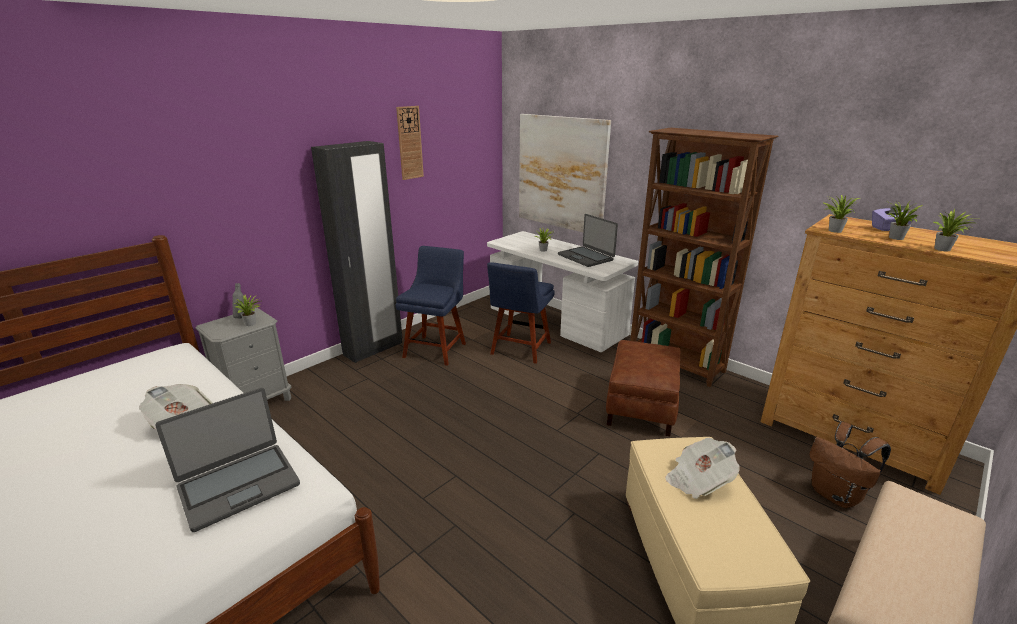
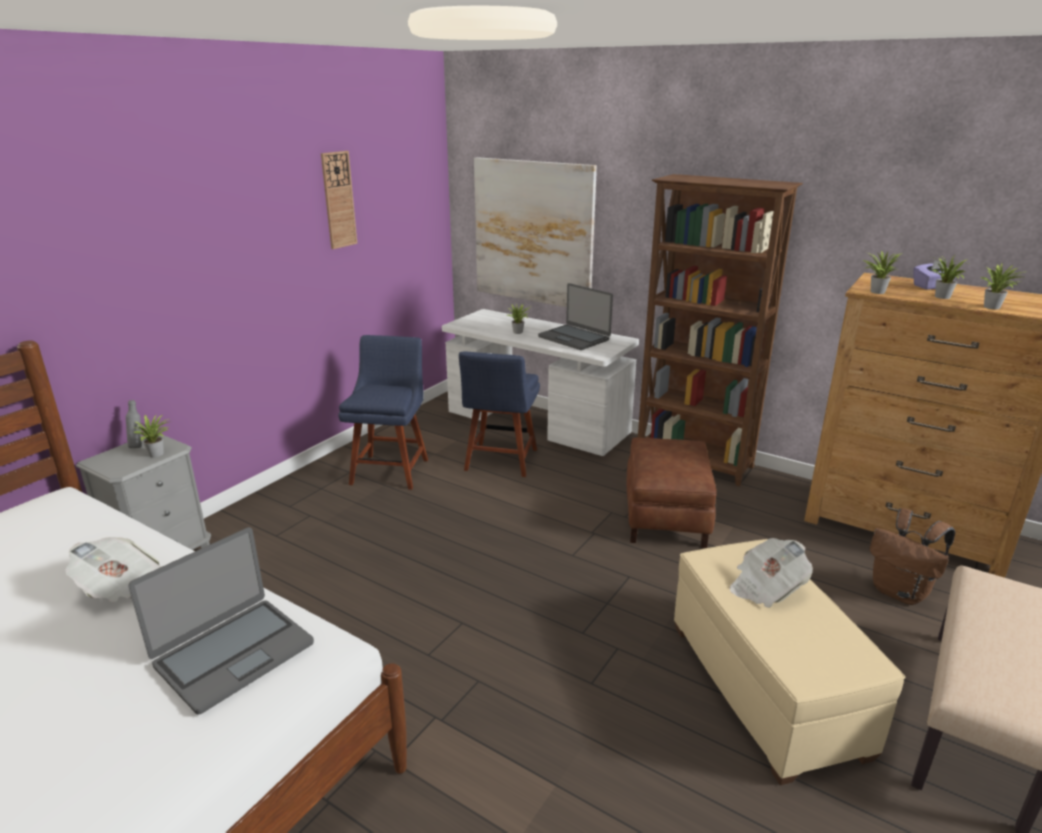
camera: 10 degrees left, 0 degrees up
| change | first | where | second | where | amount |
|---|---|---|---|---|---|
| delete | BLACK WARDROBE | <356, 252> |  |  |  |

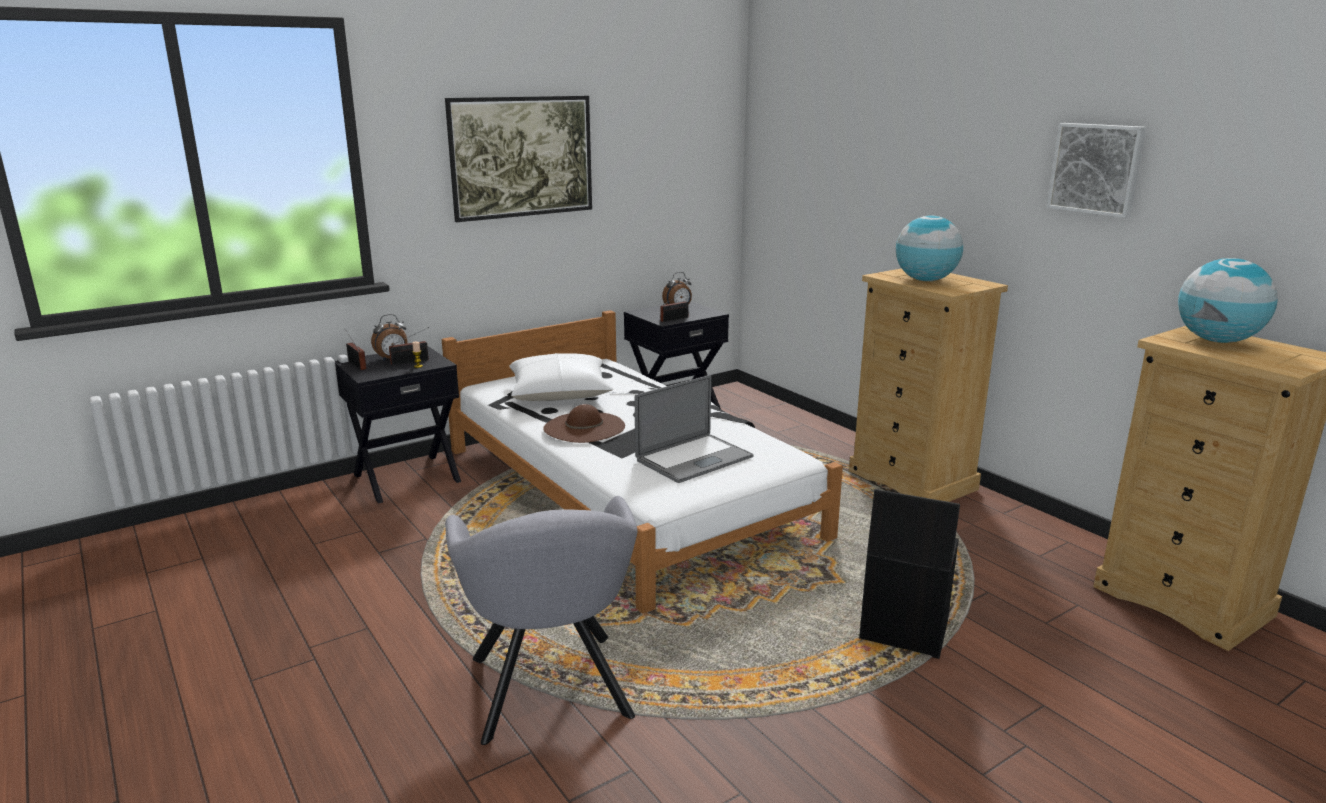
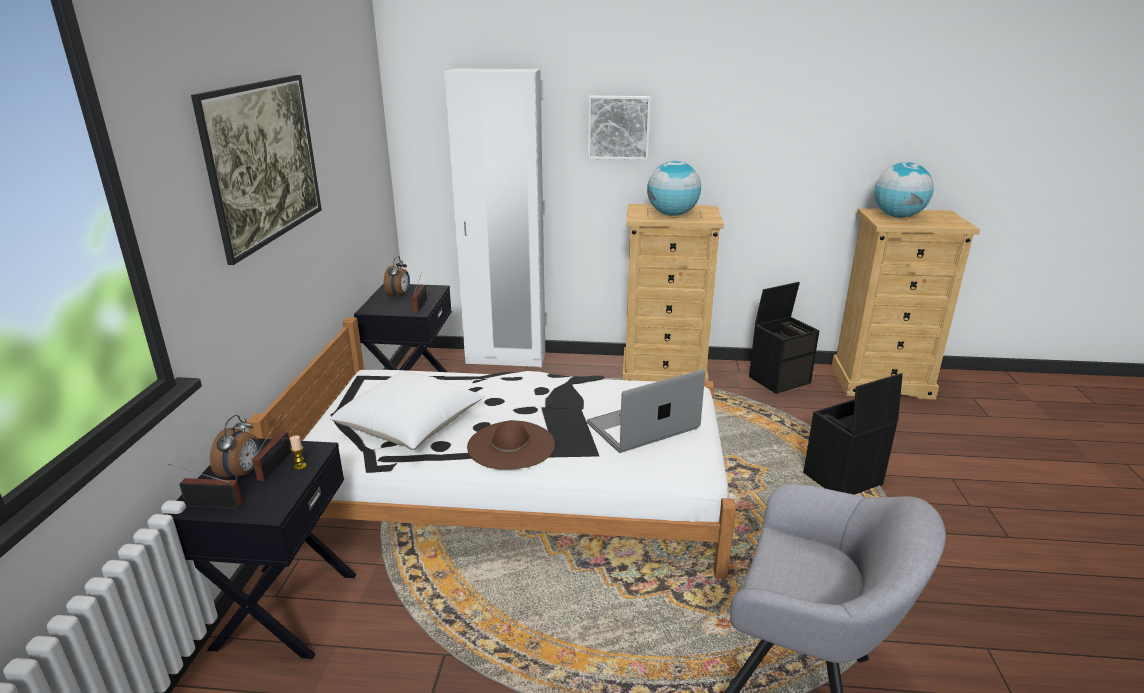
camera: 50 degrees left, 5 degrees up
| change | first | where | second | where | amount |
|---|---|---|---|---|---|
| move | PICTURE | <1097, 170> |  | <619, 128> |  |
| rotate | LAPTOP | <694, 429> |  | <646, 411> | 120 degrees counterclockwise |
| insert |  |  | WHITE WARDROBE | <494, 218> |  |
| insert |  |  | BLACK STORAGE BOX | <784, 338> |  |

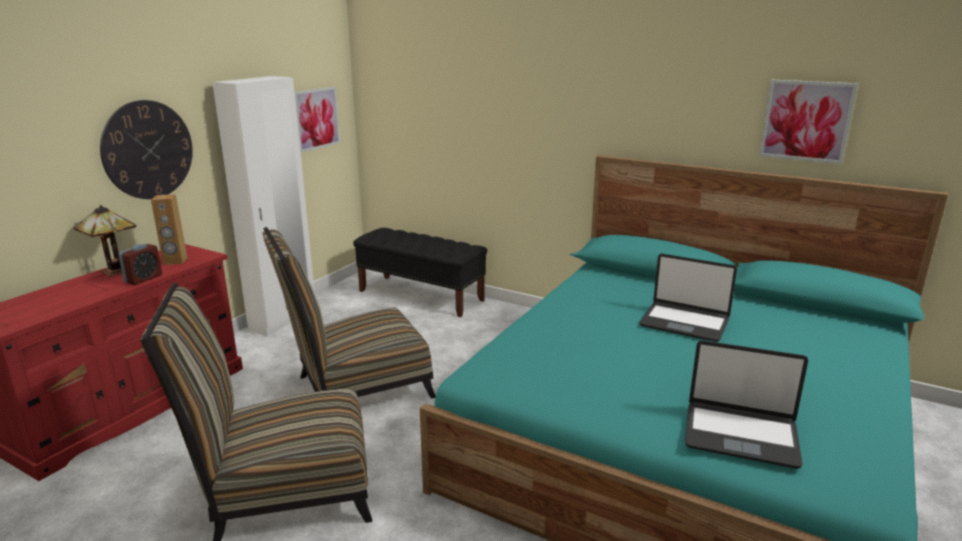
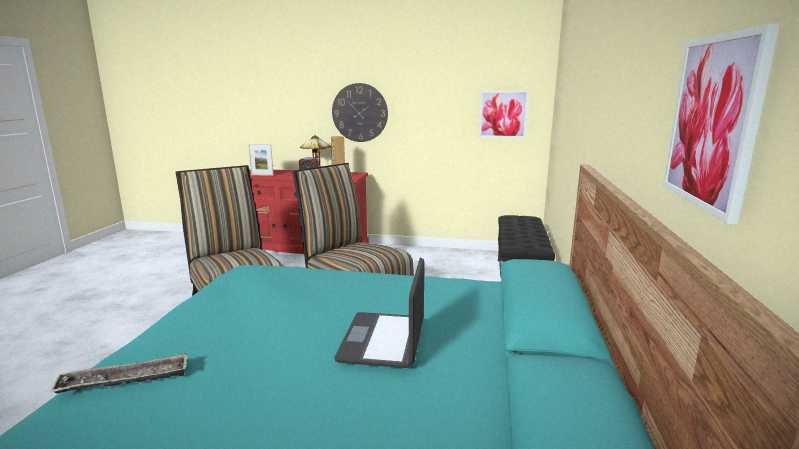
camera: 70 degrees right, 5 degrees down
| change | first | where | second | where | amount |
|---|---|---|---|---|---|
| delete | WHITE WARDROBE | <263, 206> |  |  |  |
| replace | LAPTOP | <746, 404> | TRAY | <118, 373> |  |
| insert |  |  | PICTURE FRAME | <260, 159> |  |

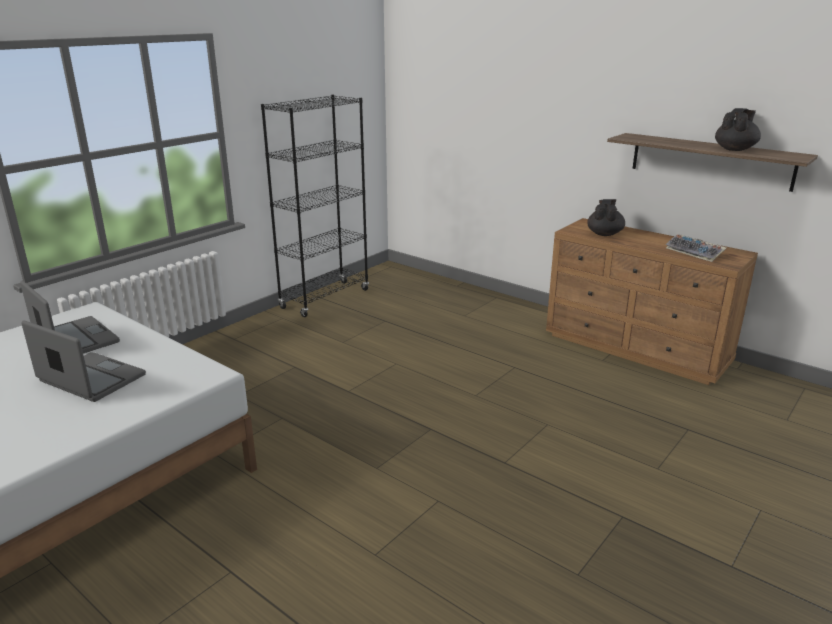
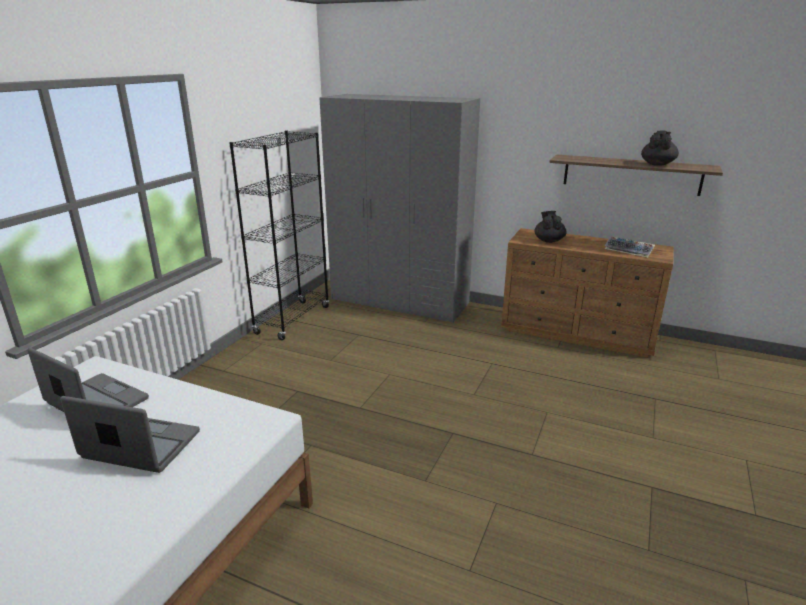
camera: 15 degrees left, 0 degrees up
| change | first | where | second | where | amount |
|---|---|---|---|---|---|
| insert |  |  | GREY WARDROBE | <399, 208> |  |

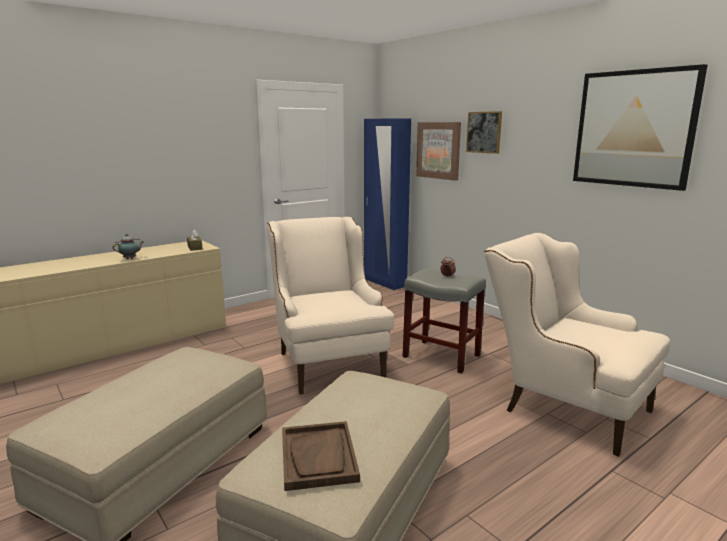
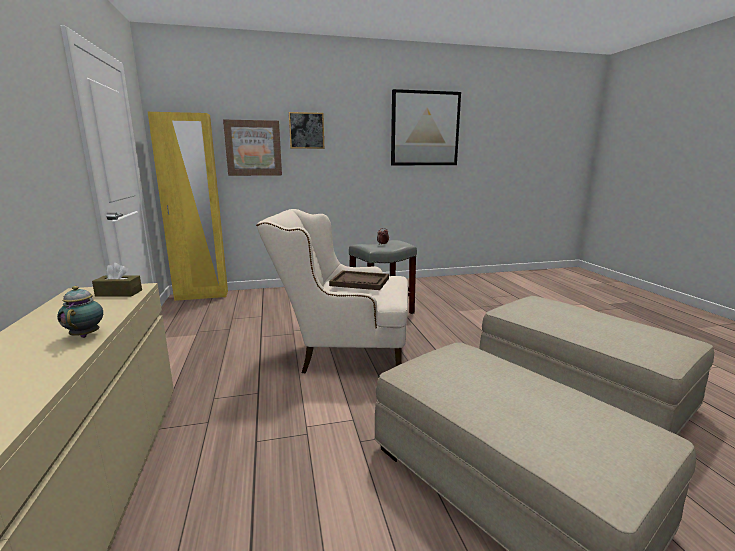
camera: 65 degrees left, 0 degrees up
| change | first | where | second | where | amount |
|---|---|---|---|---|---|
| recolor | BLUE WARDROBE | <387, 204> | YELLOW WARDROBE | <188, 206> |  |
| delete | BEIGE ARMCHAIR | <577, 345> |  |  |  |
| move | BROWN TRAY | <321, 456> |  | <359, 280> |  |

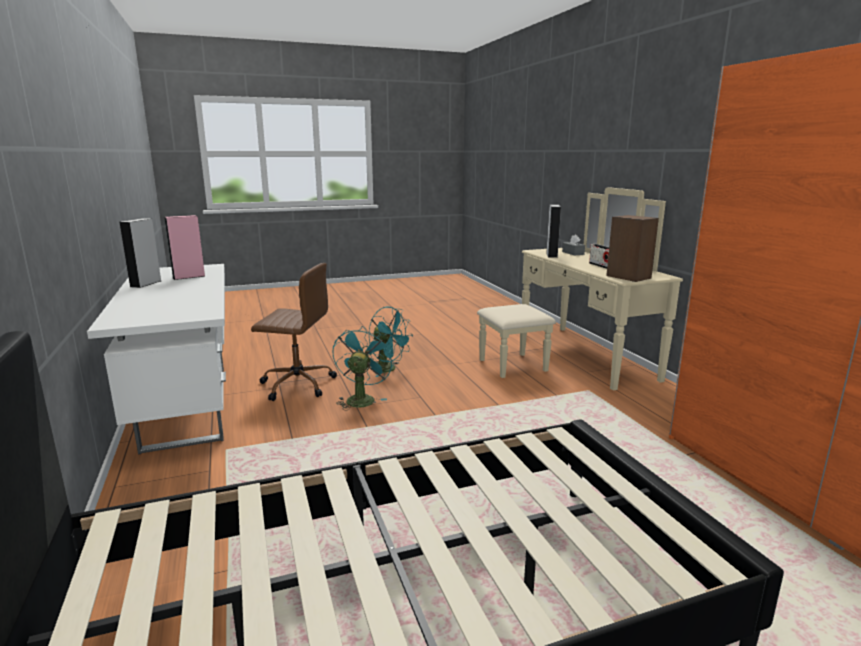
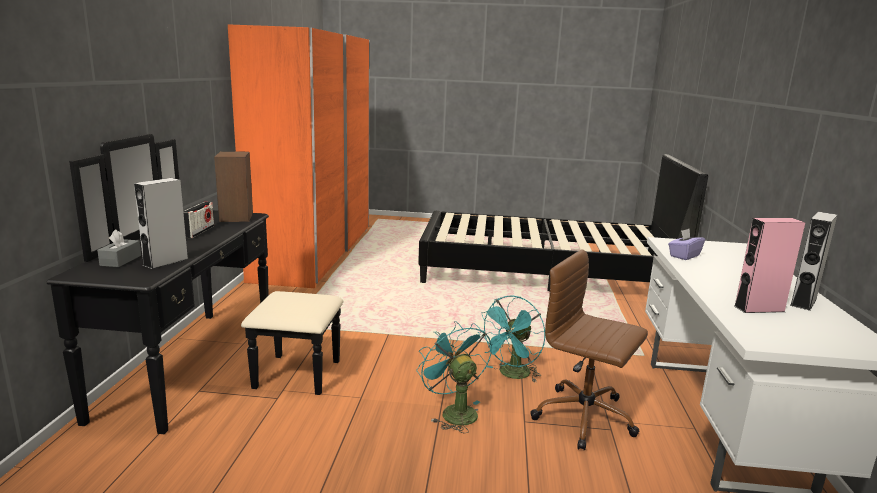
camera: 155 degrees left, 0 degrees up
| change | first | where | second | where | amount |
|---|---|---|---|---|---|
| recolor | BEIGE DRESSER | <580, 289> | BLACK DRESSER | <195, 284> |  |
| insert |  |  | PURPLE TISSUE BOX | <686, 244> |  |

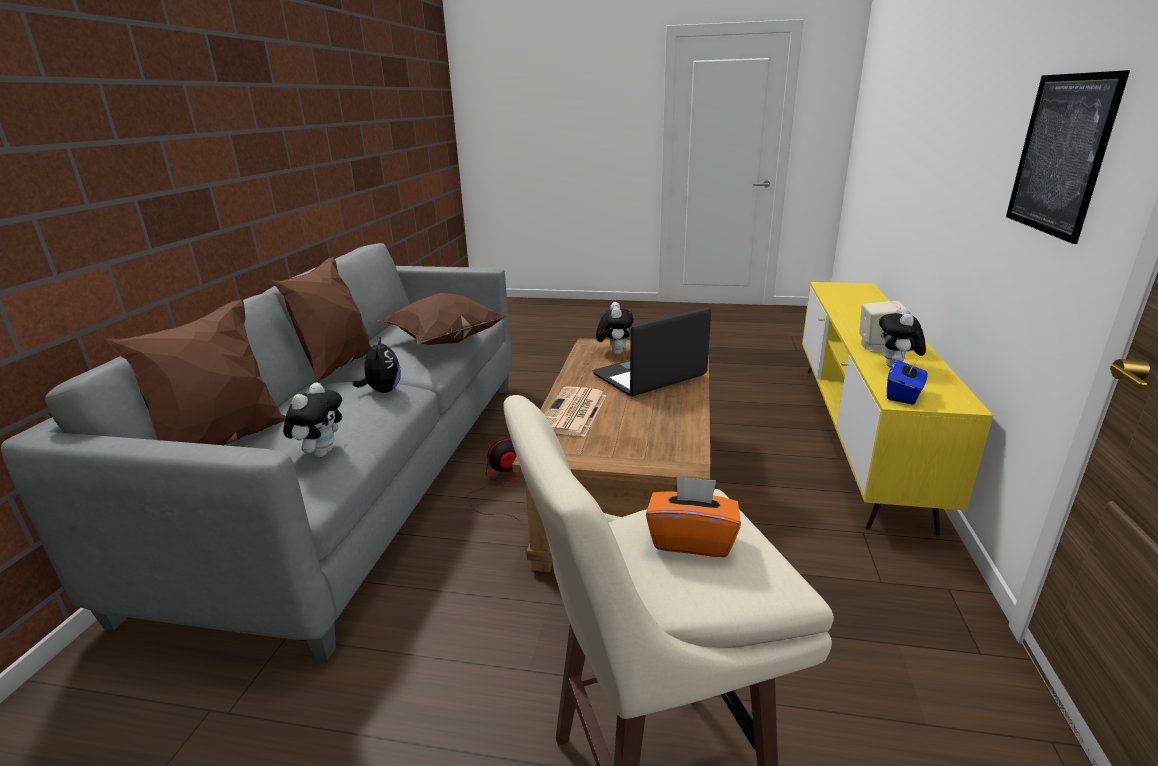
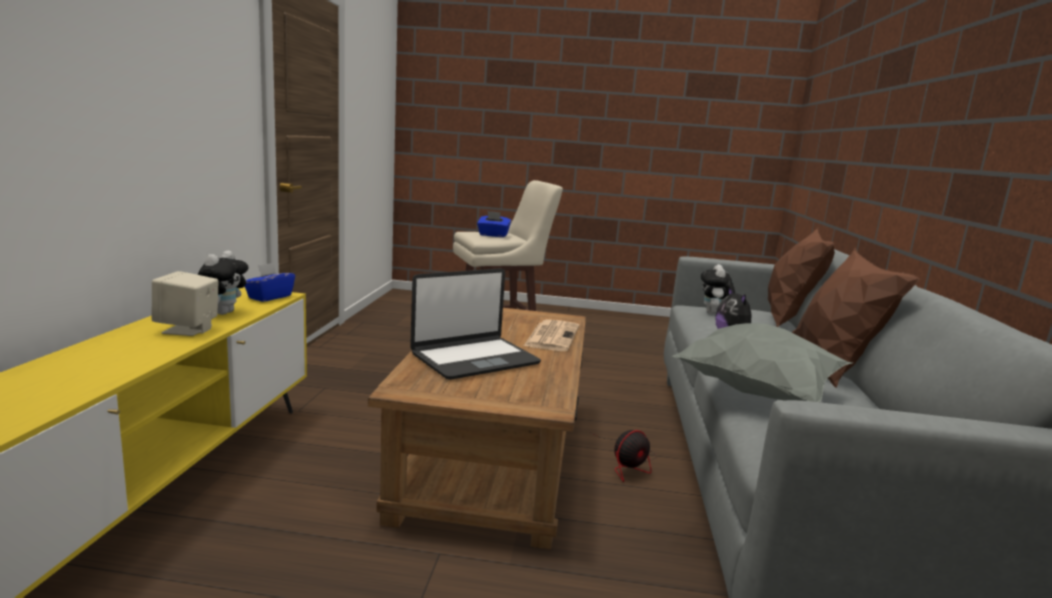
camera: 175 degrees right, 10 degrees down
| change | first | where | second | where | amount |
|---|---|---|---|---|---|
| delete | PICTURE | <1068, 157> |  |  |  |
| recolor | BROWN PILLOW | <442, 319> | GREY PILLOW | <762, 362> |  |
| delete | PLUSH TOY | <615, 328> |  |  |  |
| recolor | ORANGE TISSUE BOX | <693, 516> | BLUE TISSUE BOX | <494, 224> |  |

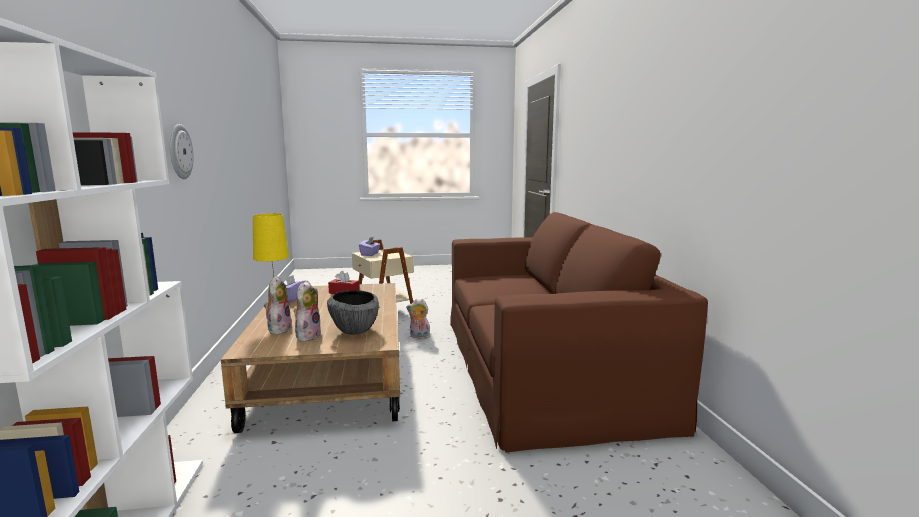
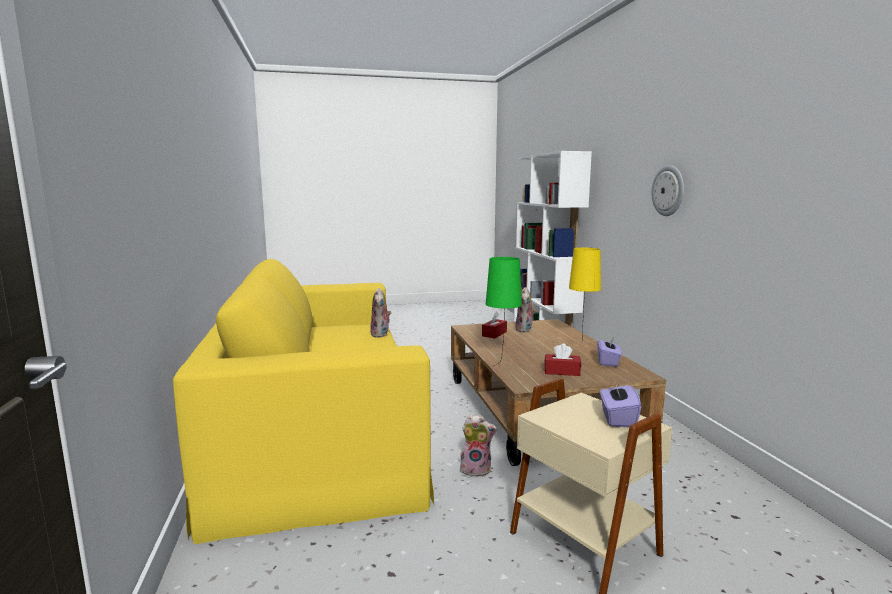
camera: 175 degrees right, 0 degrees up
| change | first | where | second | where | amount |
|---|---|---|---|---|---|
| recolor | BROWN SOFA | <579, 332> | YELLOW SOFA | <303, 401> |  |
| move | PLUSH TOY | <278, 305> |  | <380, 313> |  |
| replace | BOWL | <353, 312> | RED TISSUE BOX | <494, 325> |  |
| insert |  |  | GREEN TABLE LAMP | <504, 311> |  |

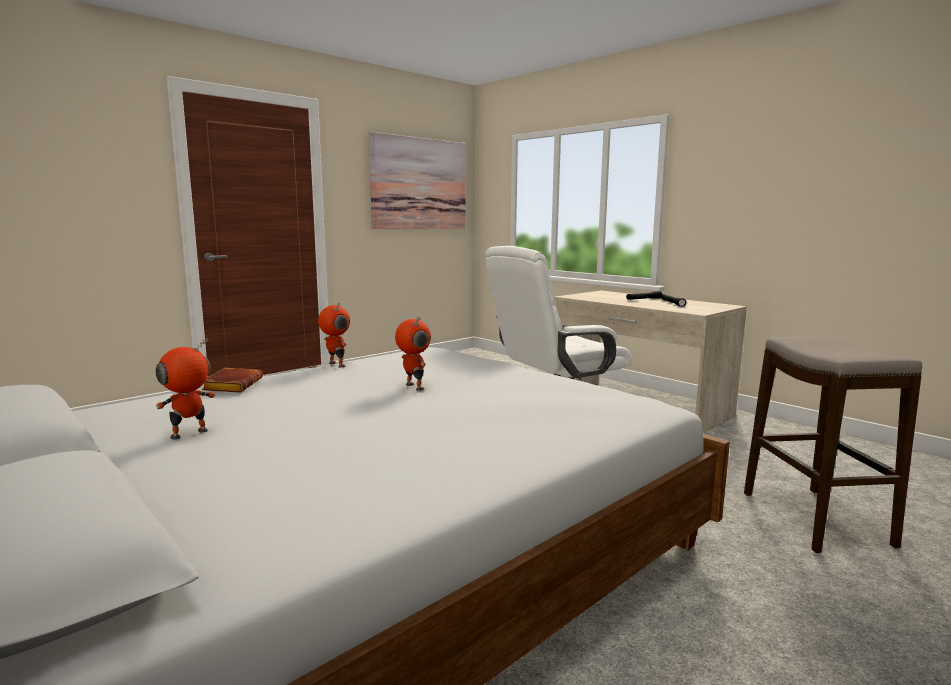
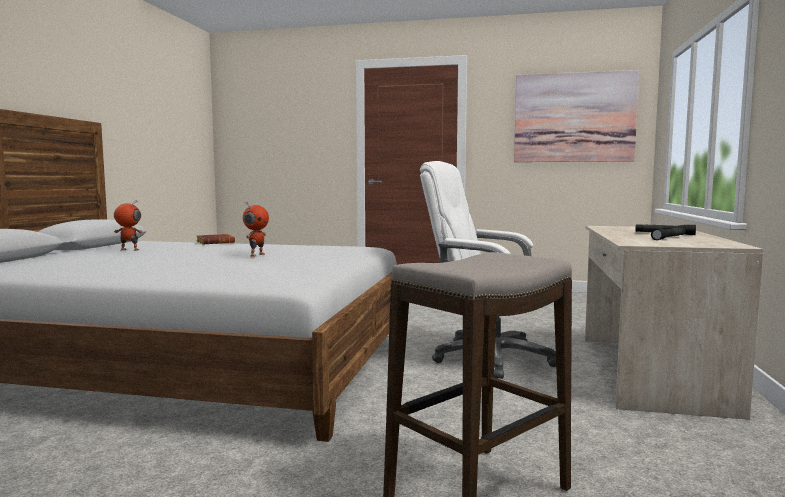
camera: 55 degrees right, 5 degrees down
| change | first | where | second | where | amount |
|---|---|---|---|---|---|
| delete | TOY ROBOT | <334, 335> |  |  |  |

